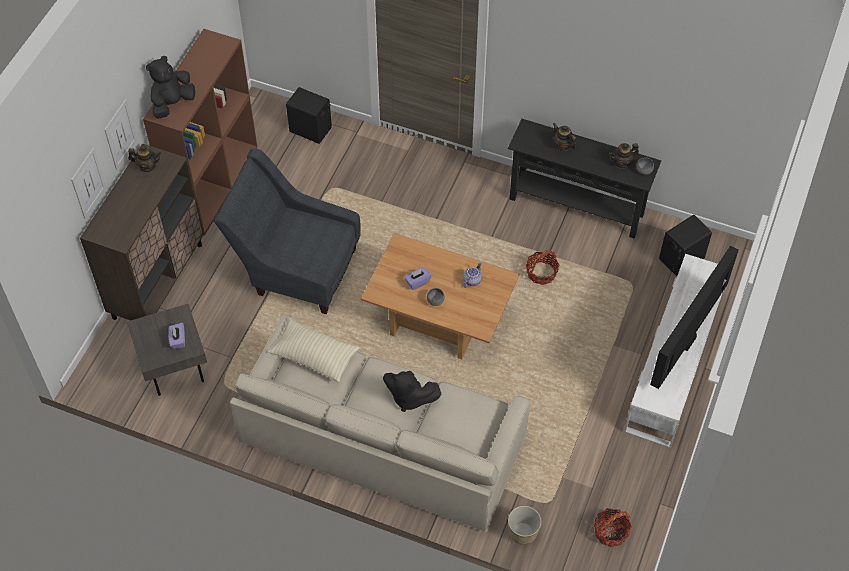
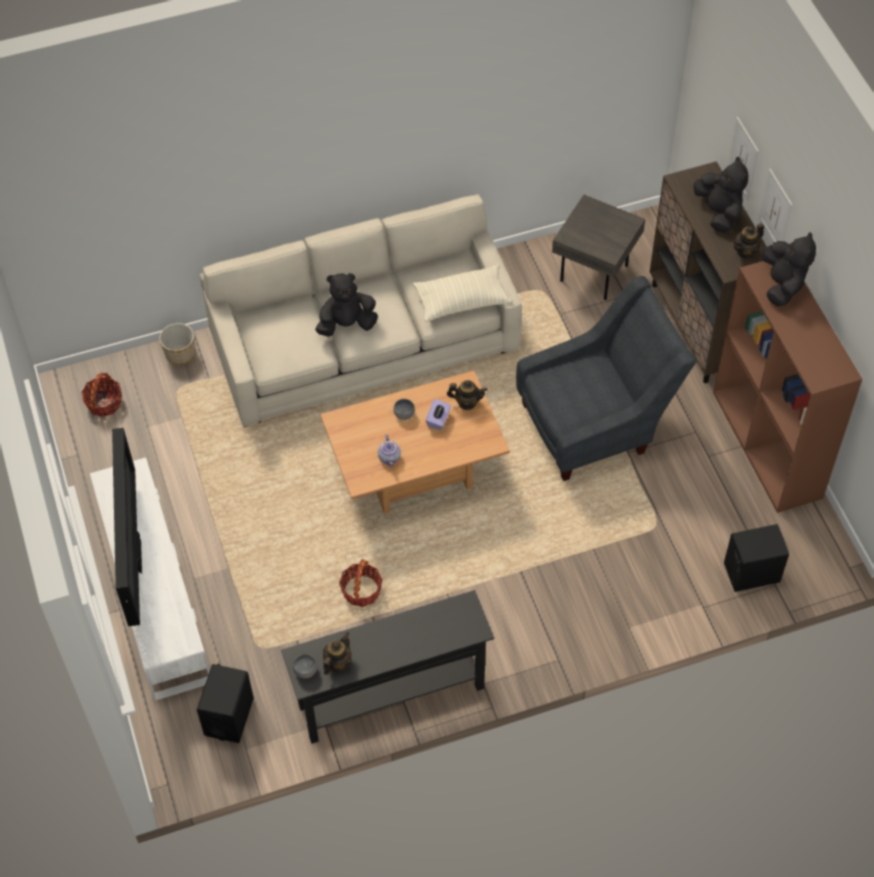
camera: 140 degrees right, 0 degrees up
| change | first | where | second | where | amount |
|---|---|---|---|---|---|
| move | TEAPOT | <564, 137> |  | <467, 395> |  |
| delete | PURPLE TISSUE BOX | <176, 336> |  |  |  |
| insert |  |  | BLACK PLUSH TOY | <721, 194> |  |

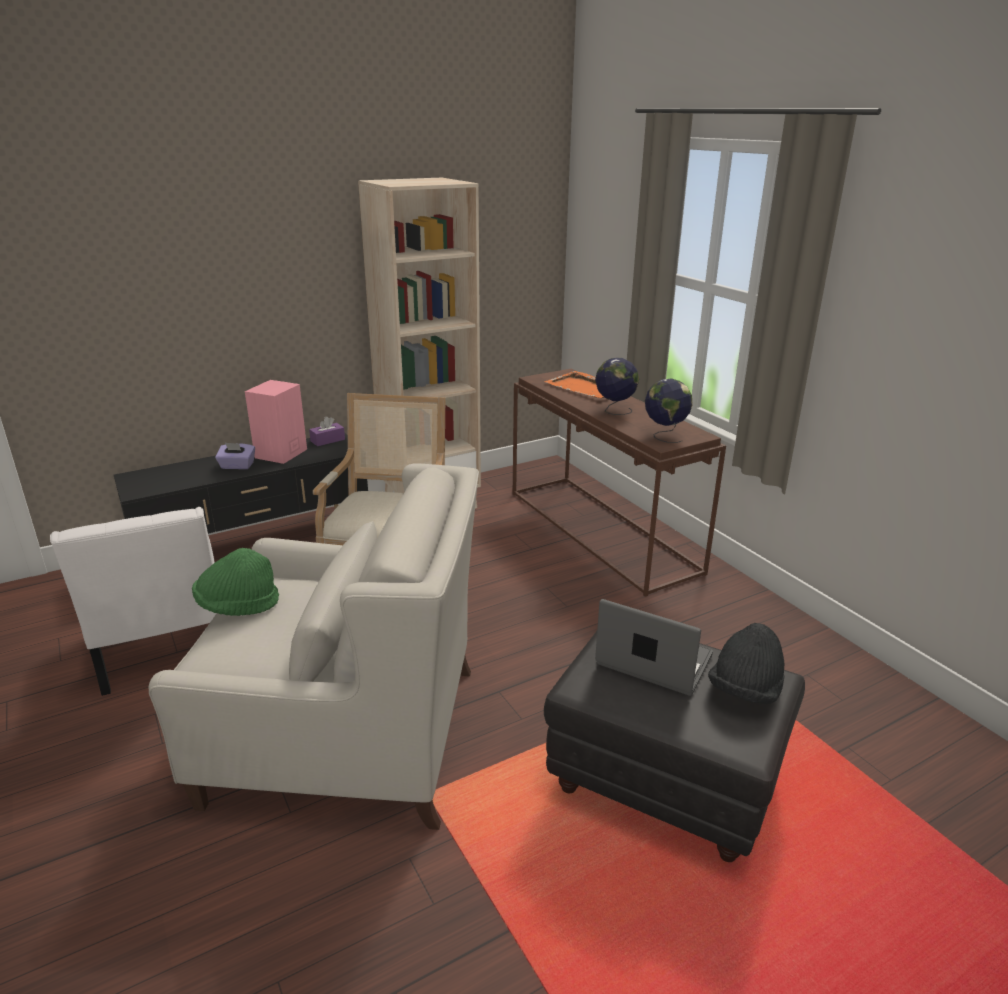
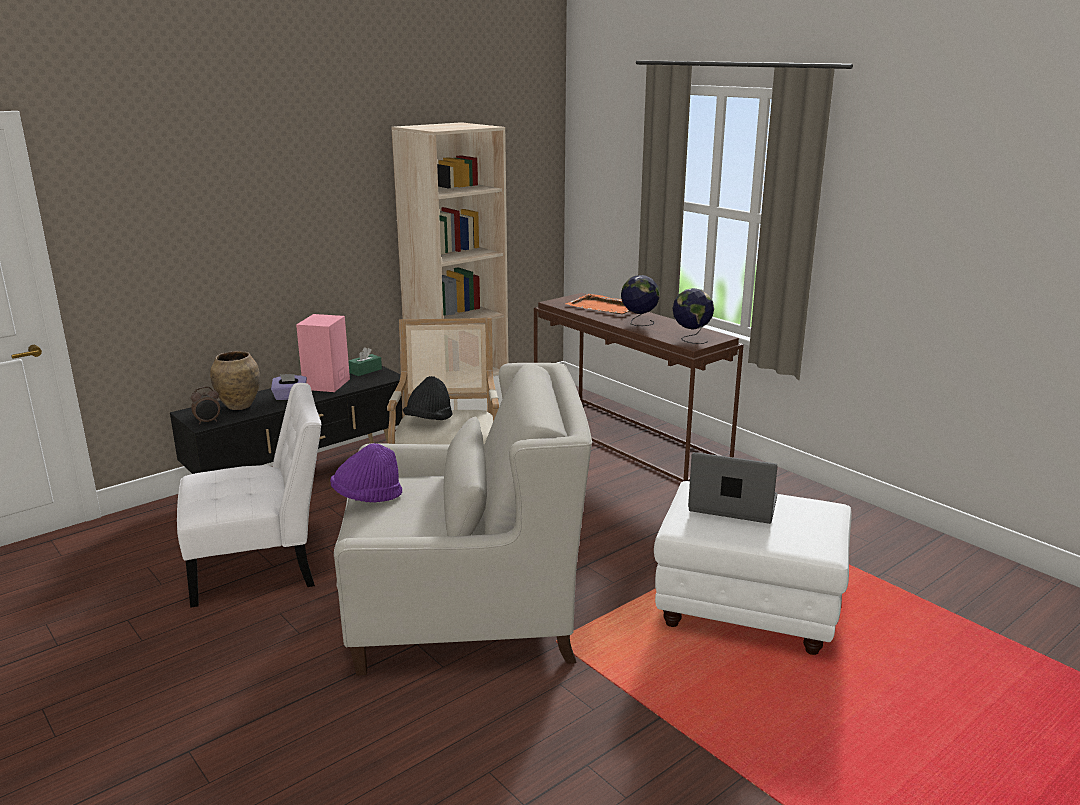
camera: 10 degrees left, 5 degrees down
| change | first | where | second | where | amount |
|---|---|---|---|---|---|
| recolor | PURPLE TISSUE BOX | <327, 431> | GREEN TISSUE BOX | <365, 361> |  |
| rotate | WHITE CHAIR | <133, 601> |  | <249, 495> | 75 degrees counterclockwise |
| recolor | GREEN HAT | <235, 582> | PURPLE HAT | <366, 472> |  |
| move | BLACK HAT | <746, 663> |  | <428, 398> |  |
| recolor | BLACK OTTOMAN | <674, 746> | WHITE OTTOMAN | <753, 568> |  |
| insert |  |  | BROWN VASE | <235, 380> |  |
| insert |  |  | ALARM CLOCK | <205, 405> |  |

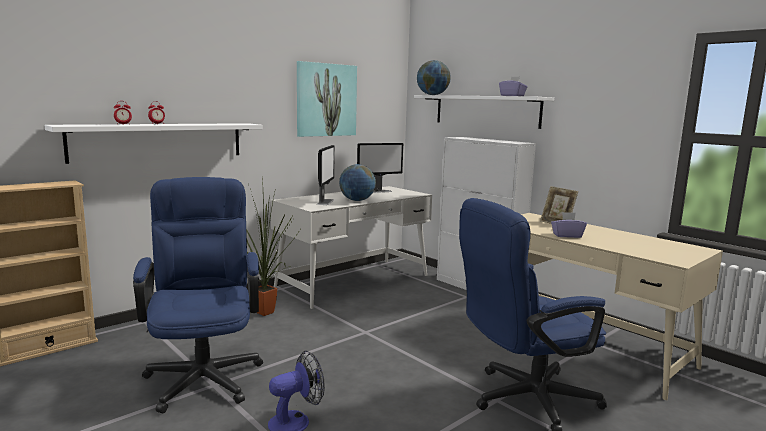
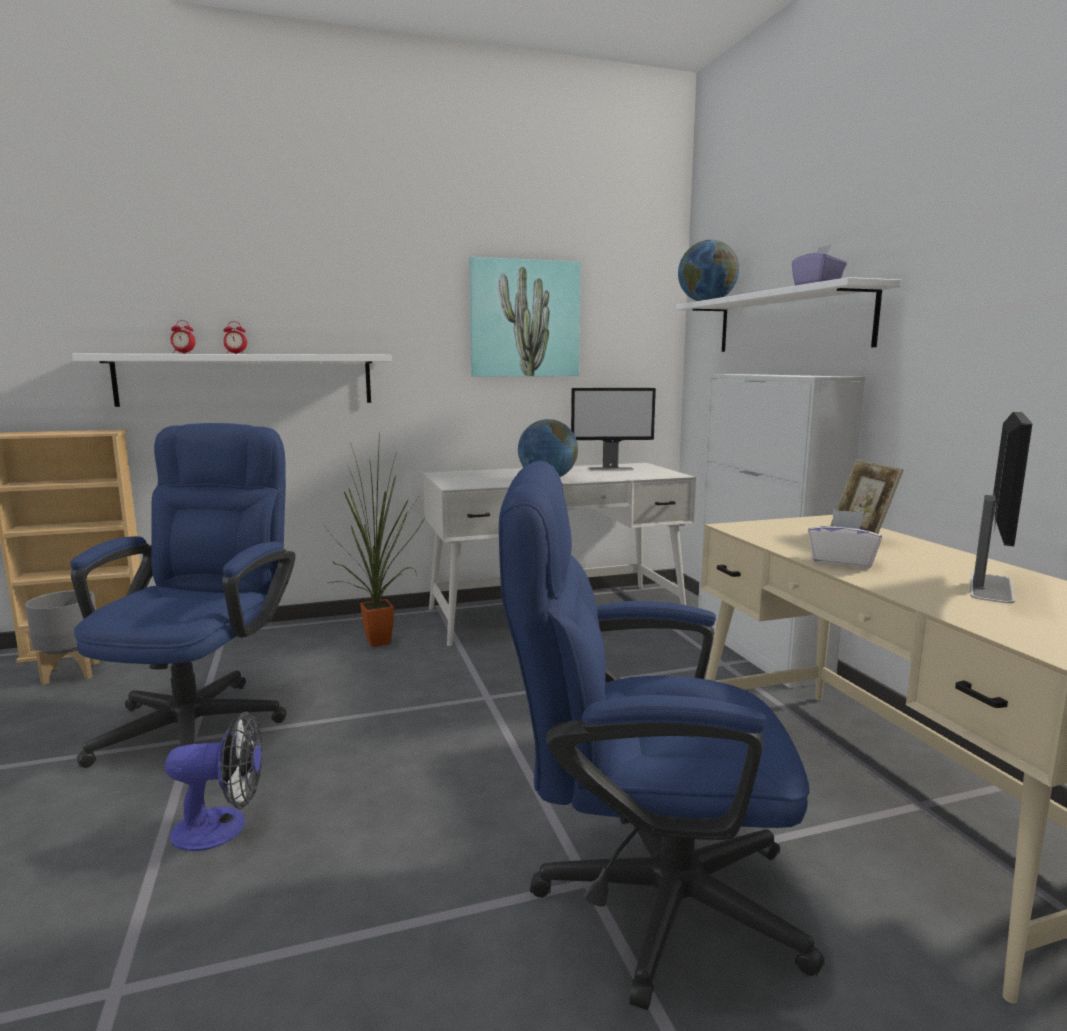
camera: 25 degrees right, 0 degrees up
| change | first | where | second | where | amount |
|---|---|---|---|---|---|
| move | MONITOR | <326, 175> |  | <1001, 507> |  |
| recolor | PURPLE TISSUE BOX | <569, 225> | WHITE TISSUE BOX | <845, 538> |  |
| insert |  |  | GREY PLANTER | <62, 637> |  |

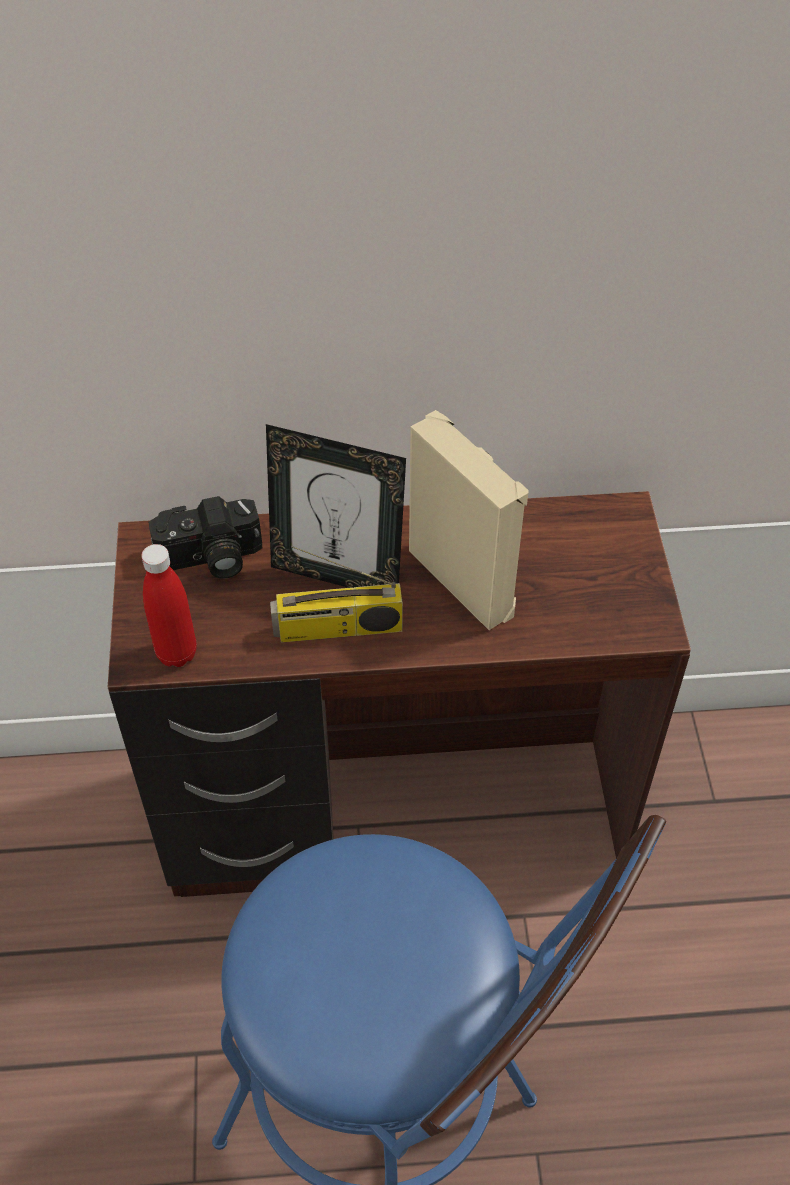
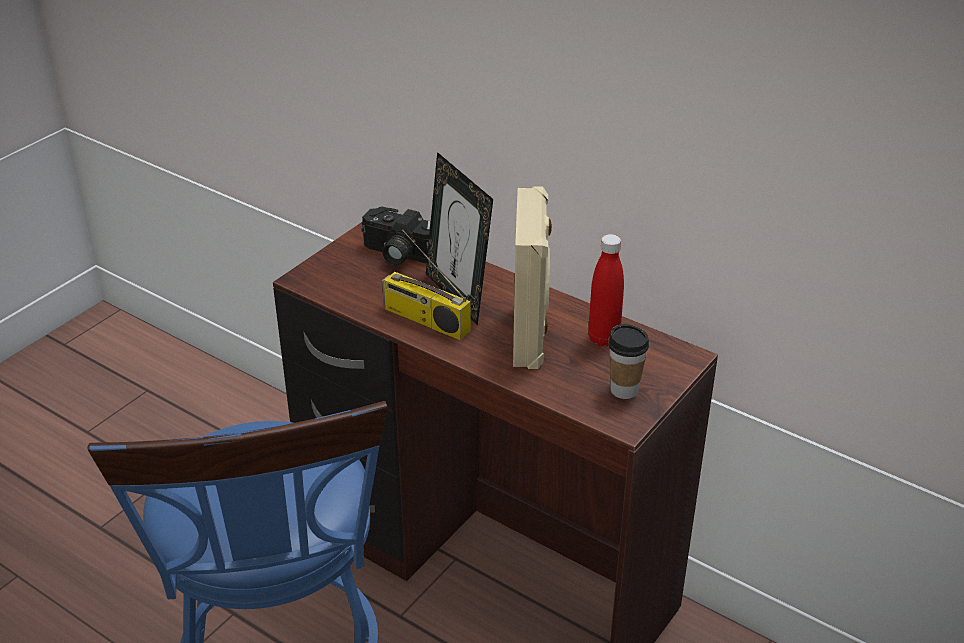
camera: 40 degrees right, 15 degrees down
| change | first | where | second | where | amount |
|---|---|---|---|---|---|
| move | RED BOTTLE | <169, 605> |  | <606, 290> |  |
| insert |  |  | CUP | <628, 361> |  |

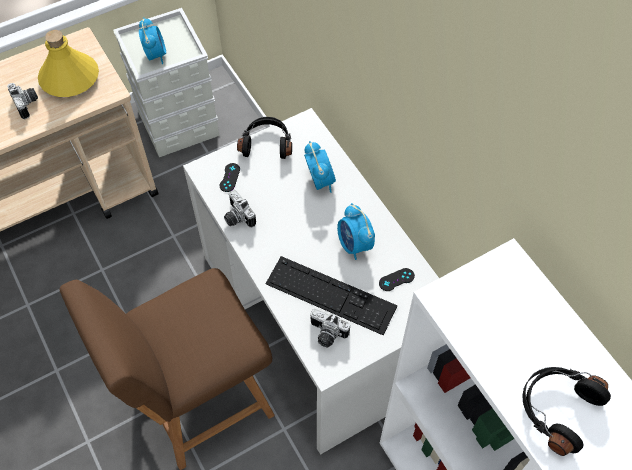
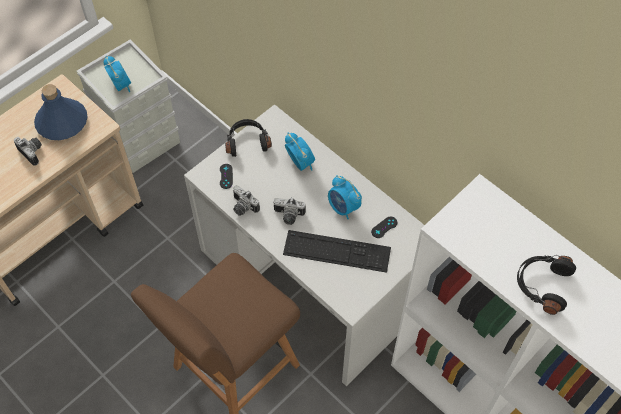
camera: 15 degrees left, 0 degrees up
| change | first | where | second | where | amount |
|---|---|---|---|---|---|
| recolor | YELLOW BOTTLE | <68, 63> | BLUE BOTTLE | <60, 112> |  |
| move | PHOTO CAMERA | <330, 328> |  | <290, 211> |  |

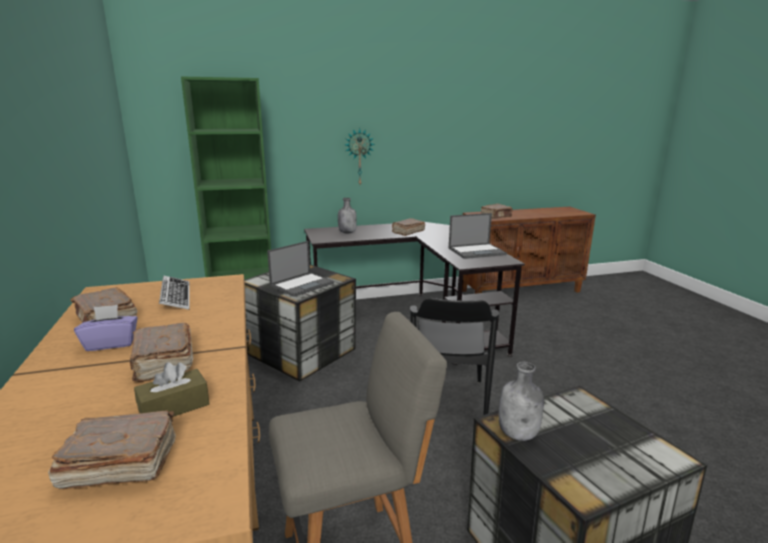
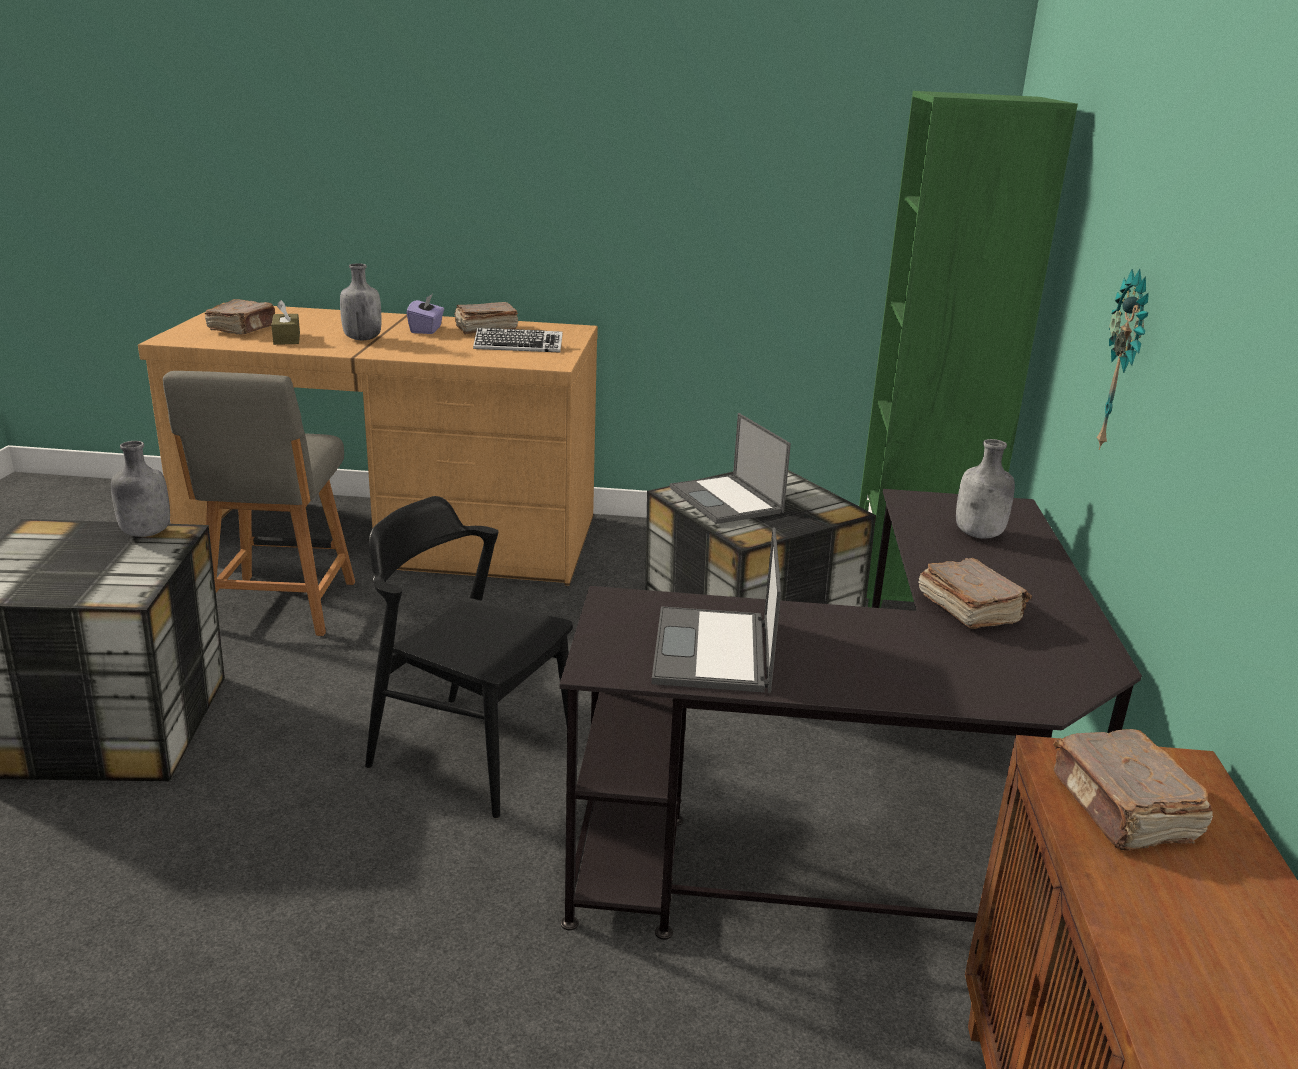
camera: 110 degrees right, 5 degrees up
| change | first | where | second | where | amount |
|---|---|---|---|---|---|
| replace | BROWN BOOK | <161, 352> | GREY BOTTLE | <360, 301> |  |

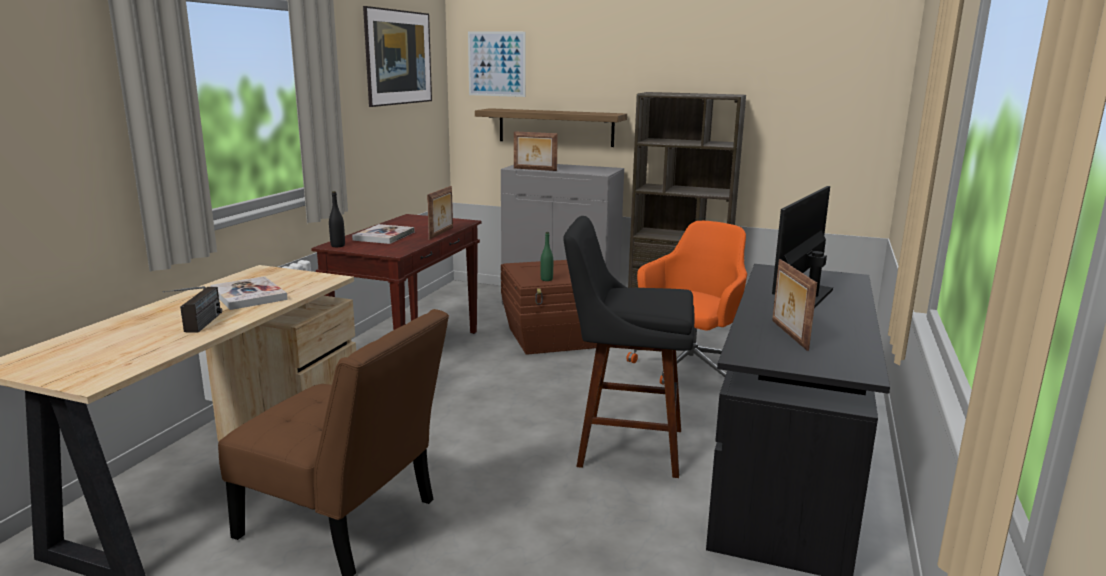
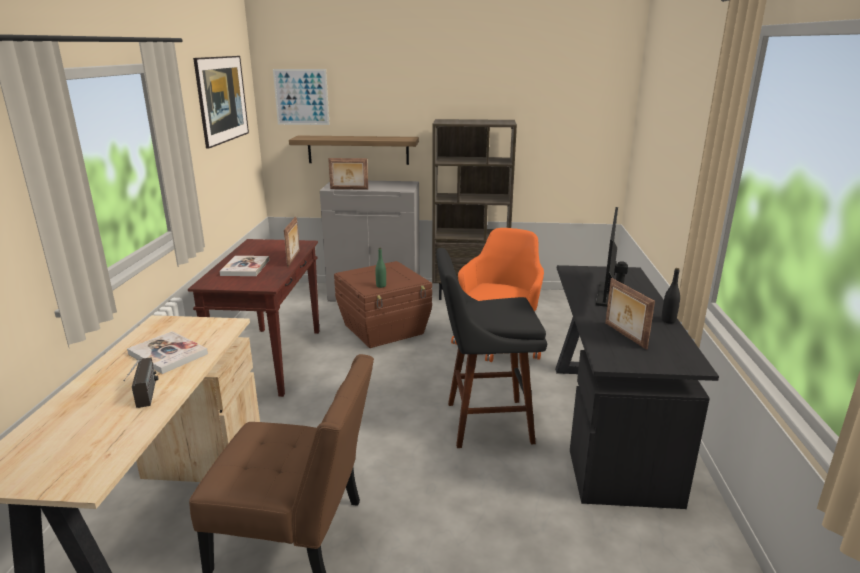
camera: 15 degrees left, 5 degrees up
| change | first | where | second | where | amount |
|---|---|---|---|---|---|
| move | BLACK BOTTLE | <337, 219> |  | <670, 296> |  |

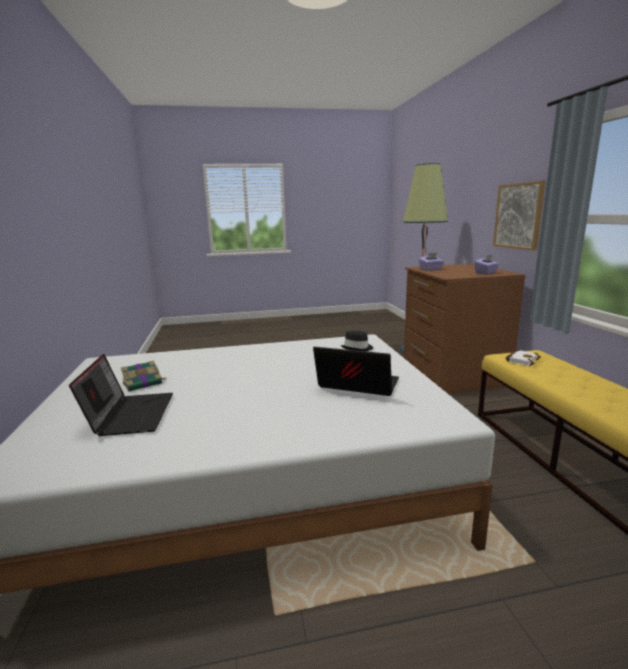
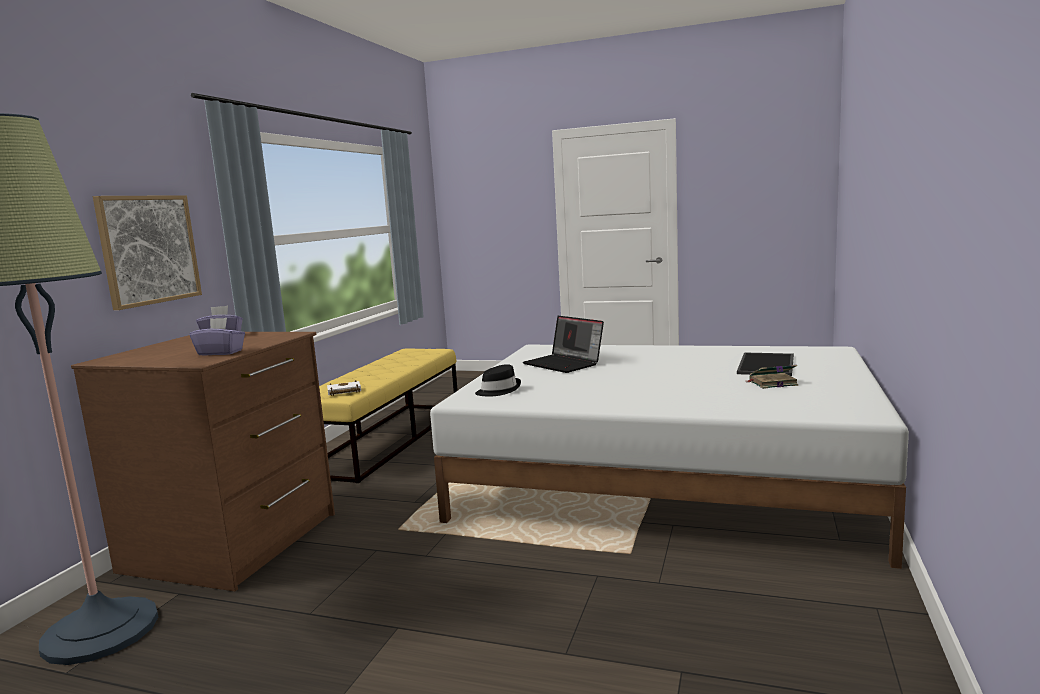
camera: 150 degrees left, 5 degrees down
| change | first | where | second | where | amount |
|---|---|---|---|---|---|
| replace | LAPTOP | <121, 395> | TRAY | <765, 364> |  |

